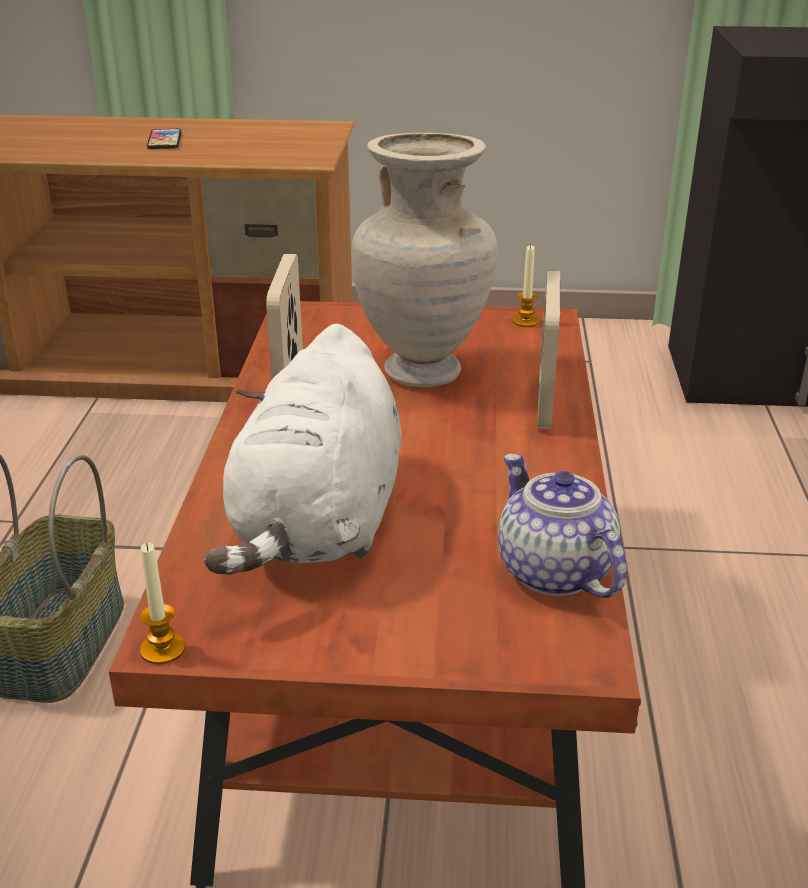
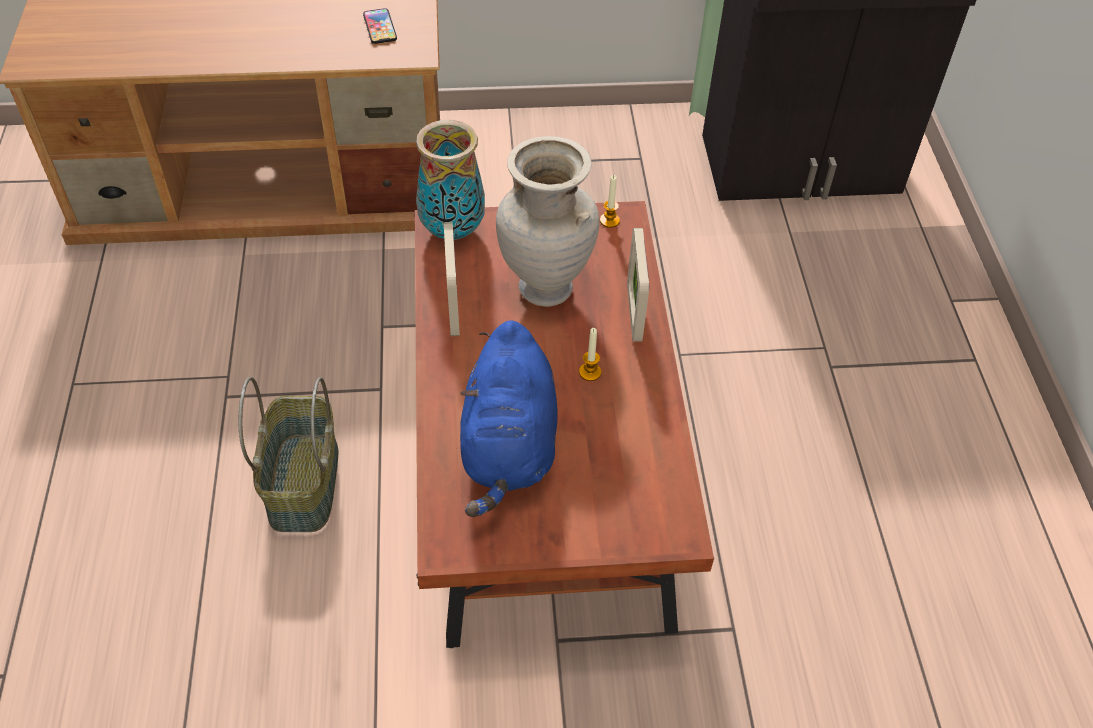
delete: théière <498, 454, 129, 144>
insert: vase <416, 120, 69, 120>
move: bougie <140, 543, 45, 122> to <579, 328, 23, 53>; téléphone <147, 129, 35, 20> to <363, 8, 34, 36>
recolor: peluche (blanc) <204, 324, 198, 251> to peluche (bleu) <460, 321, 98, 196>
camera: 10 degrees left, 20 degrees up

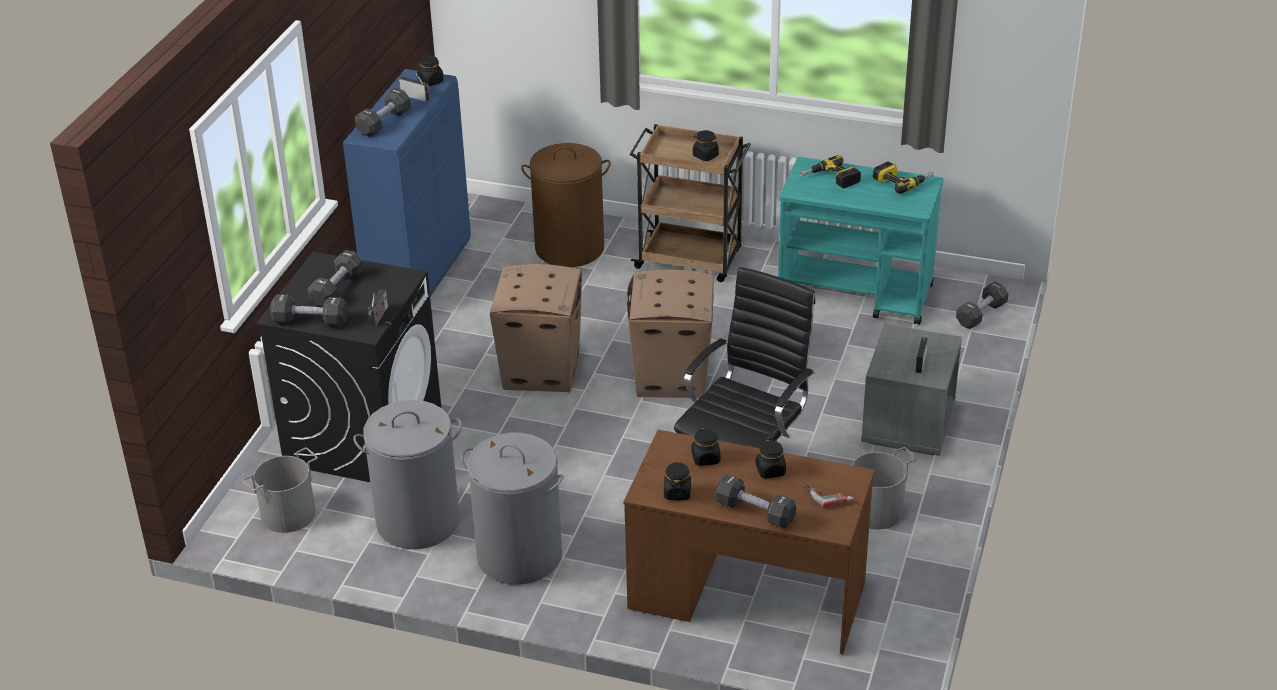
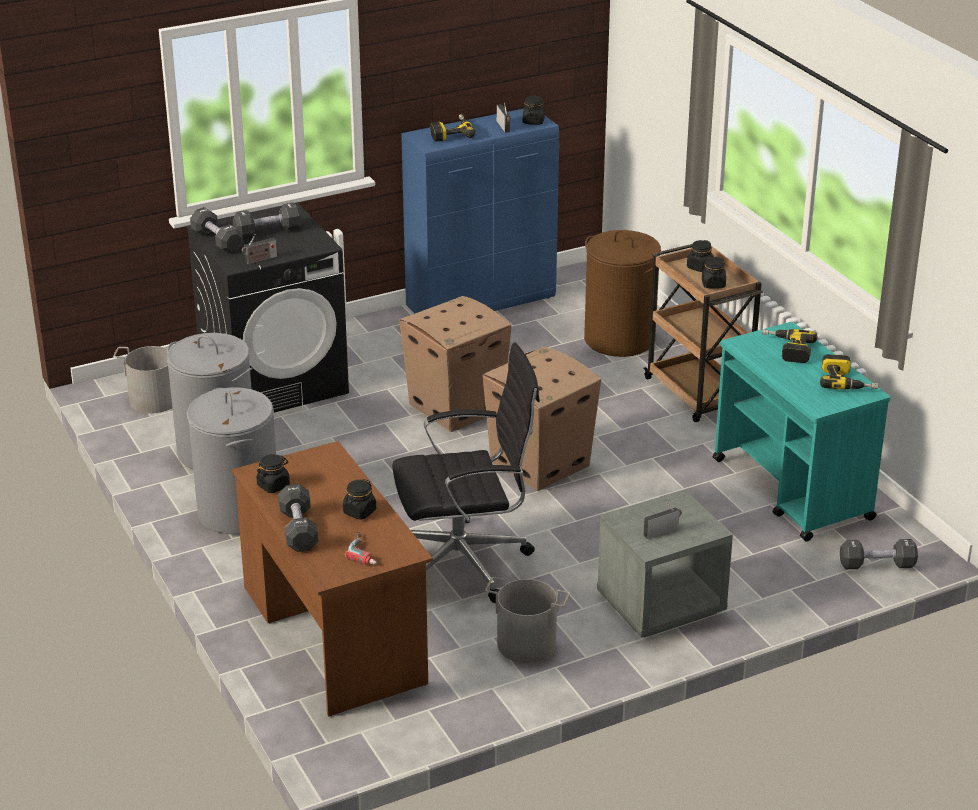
move: bocal (noir) <691, 427, 29, 39> to <687, 240, 27, 32>
replace: haltère (noir) <355, 88, 56, 49> to perceuse <430, 114, 46, 28>
camera: 45 degrees right, 5 degrees down

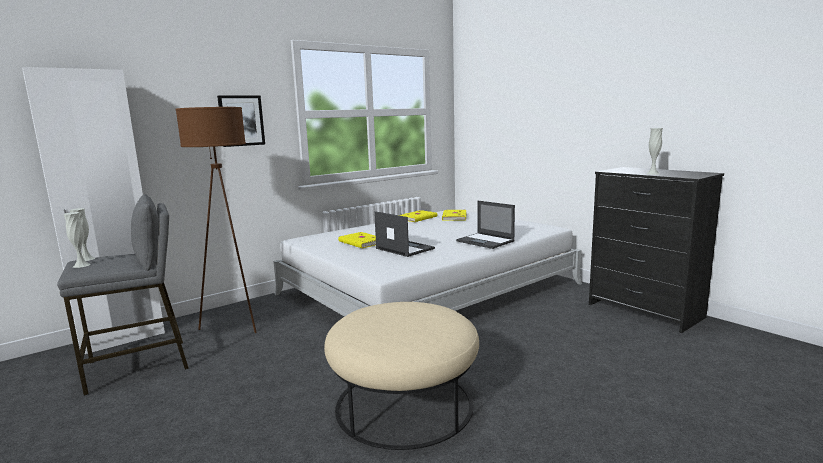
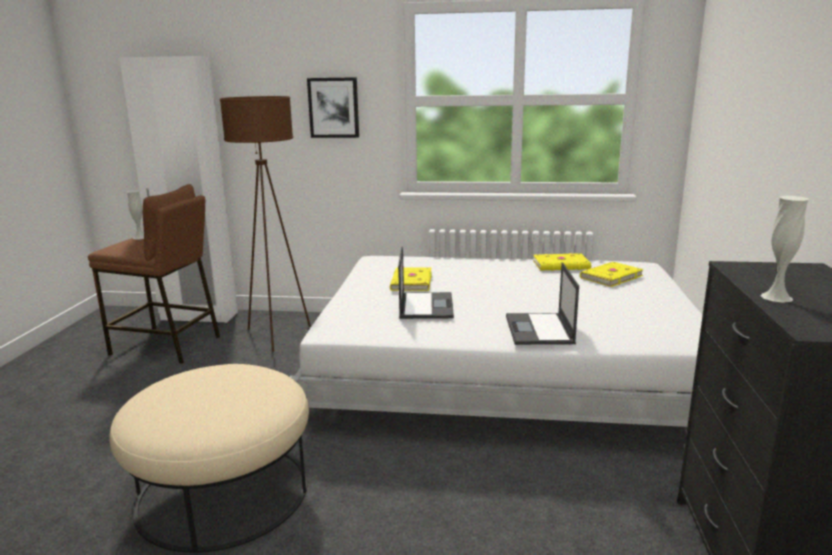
delete: vase (blanc) <63, 212, 27, 56>
recolor: tabouret (gris) <57, 194, 132, 202> to tabouret (marron) <88, 184, 132, 180>
camera: 45 degrees right, 5 degrees up

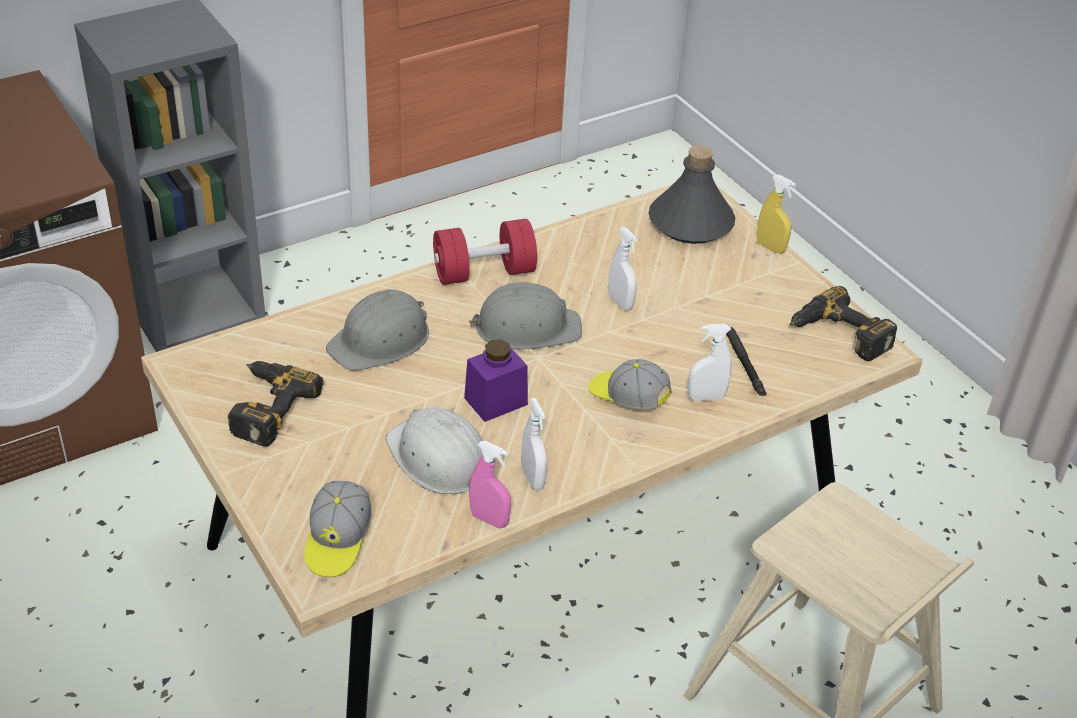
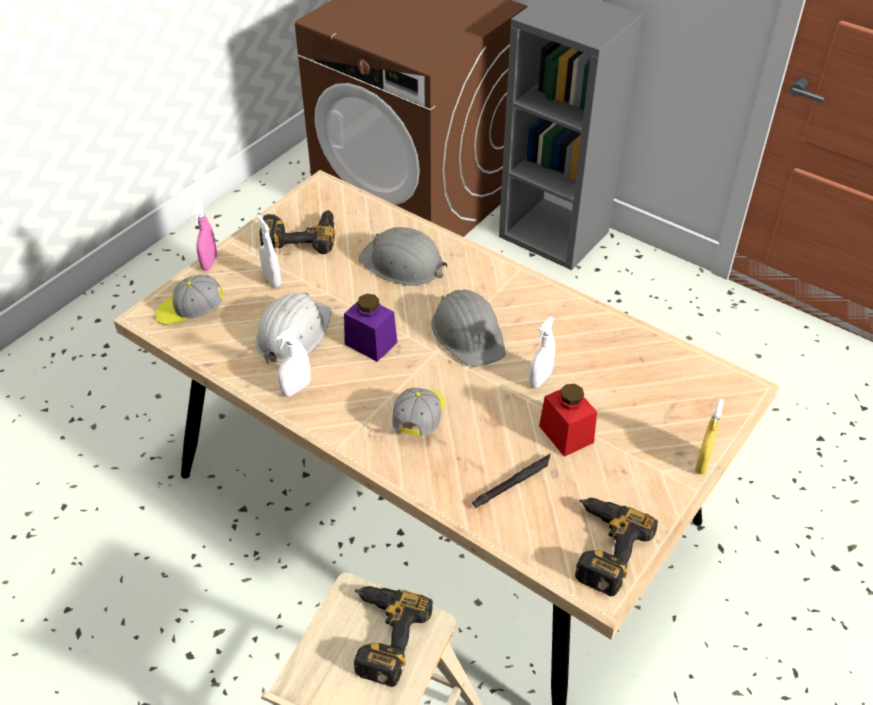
delete: haltère (rouge) <433, 219, 104, 66>; bouteille (gris) <648, 145, 87, 99>
insert: perceuse <354, 586, 79, 101>; bocal (rouge) <539, 384, 58, 73>
move: vaporisateur (rose) <469, 441, 42, 87> to <192, 201, 25, 70>; vaporisateur (blanc) <688, 324, 44, 77> to <257, 215, 24, 73>
camera: 70 degrees right, 5 degrees up

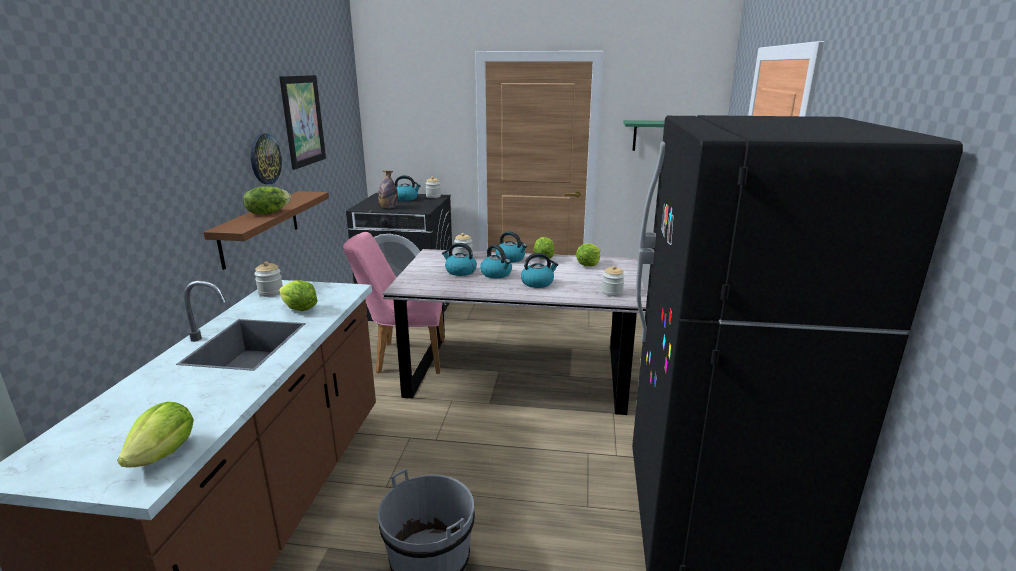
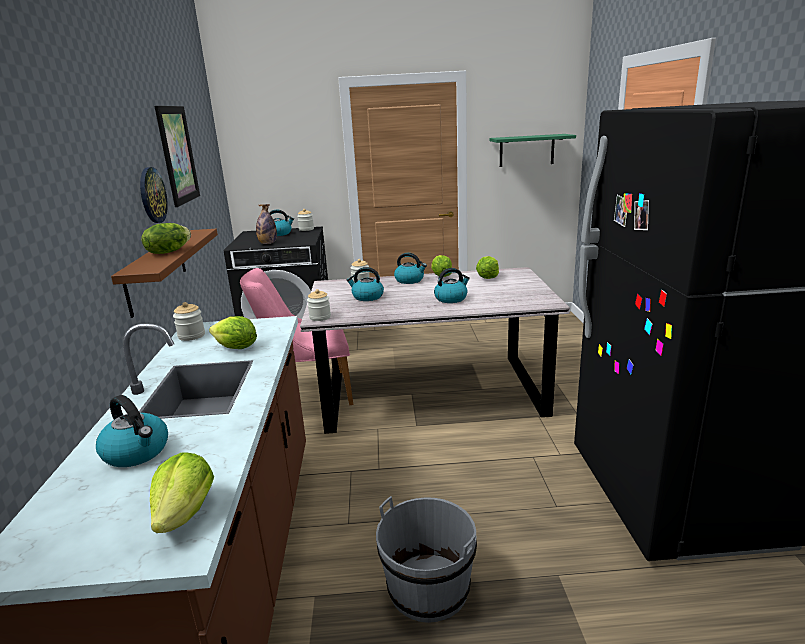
move: bouilloire <480, 245, 32, 33> to <96, 395, 72, 72>; bocal <602, 265, 23, 32> to <307, 289, 24, 32>
camera: 10 degrees left, 0 degrees up

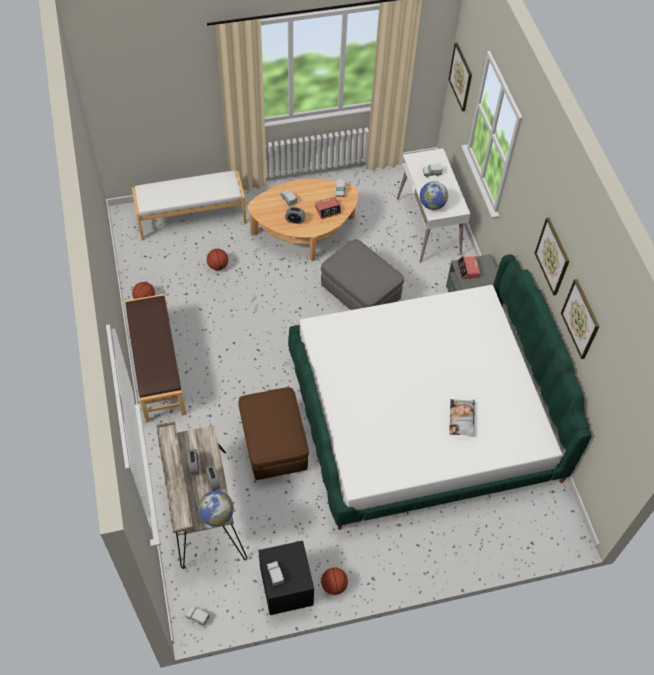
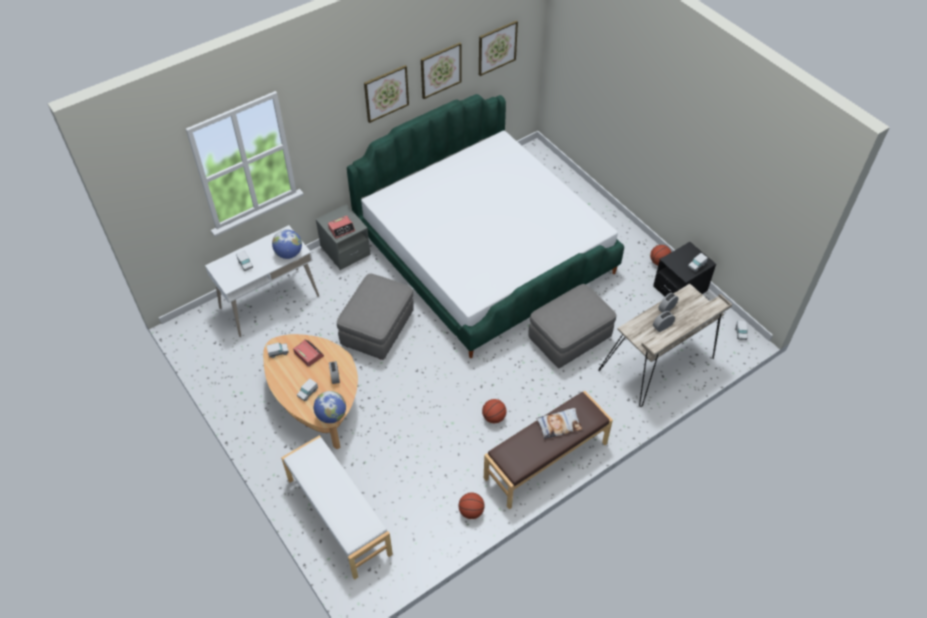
move: globe <198, 491, 36, 36> to <314, 391, 32, 32>; ballon de basket <207, 249, 21, 21> to <482, 399, 25, 24>; tableau <448, 43, 24, 69> to <479, 21, 39, 55>; coussin <449, 399, 26, 38> to <536, 408, 47, 31>
recolor: pouf (marron) <238, 387, 71, 93> to pouf (gris) <529, 284, 87, 84>
camera: 110 degrees left, 5 degrees down

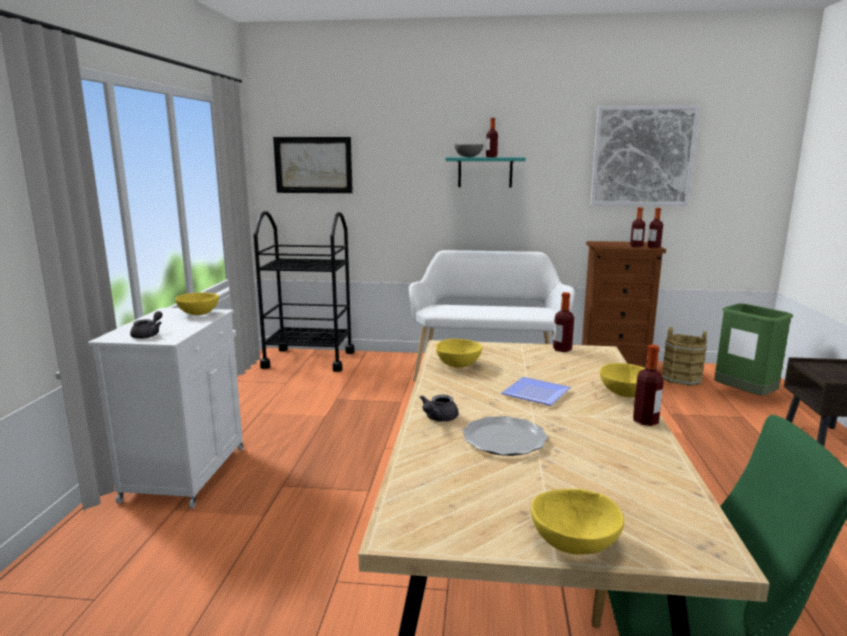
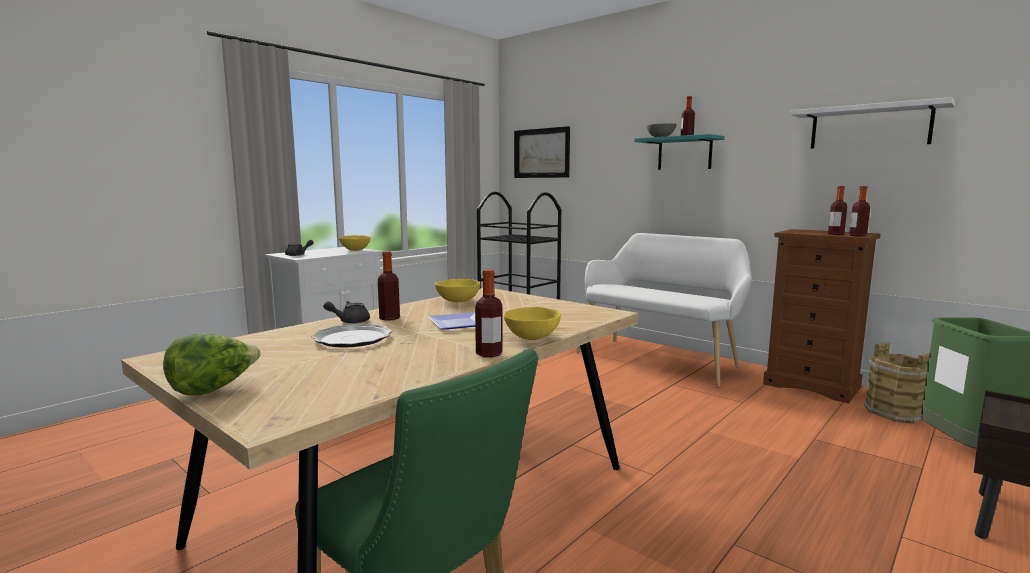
move: bouteille <553, 292, 21, 60> to <378, 251, 22, 70>
replace: bol (jaune) <531, 489, 93, 66> to laitue <163, 333, 98, 62>; tableau <590, 106, 110, 100> to étagère (blanc) <790, 97, 165, 52>
camera: 35 degrees right, 5 degrees down

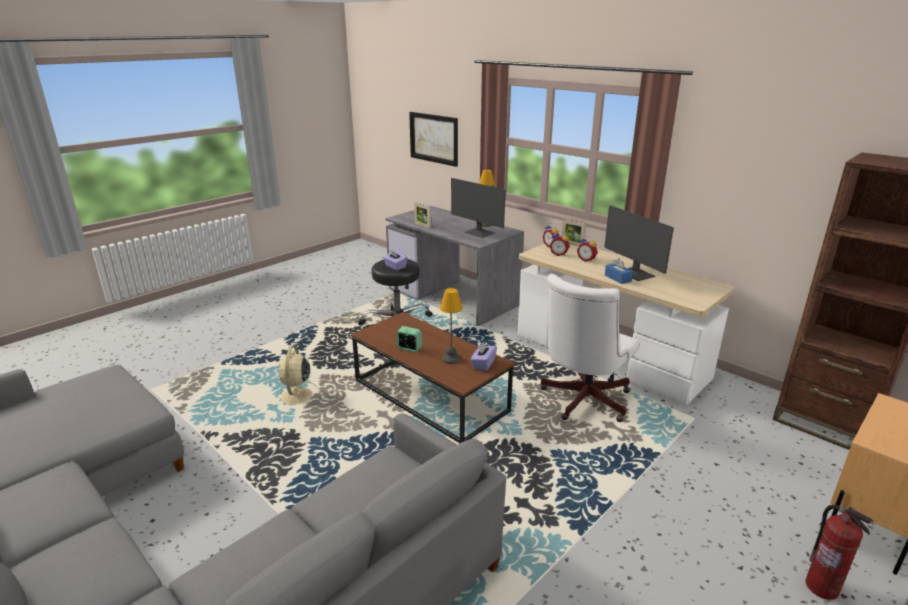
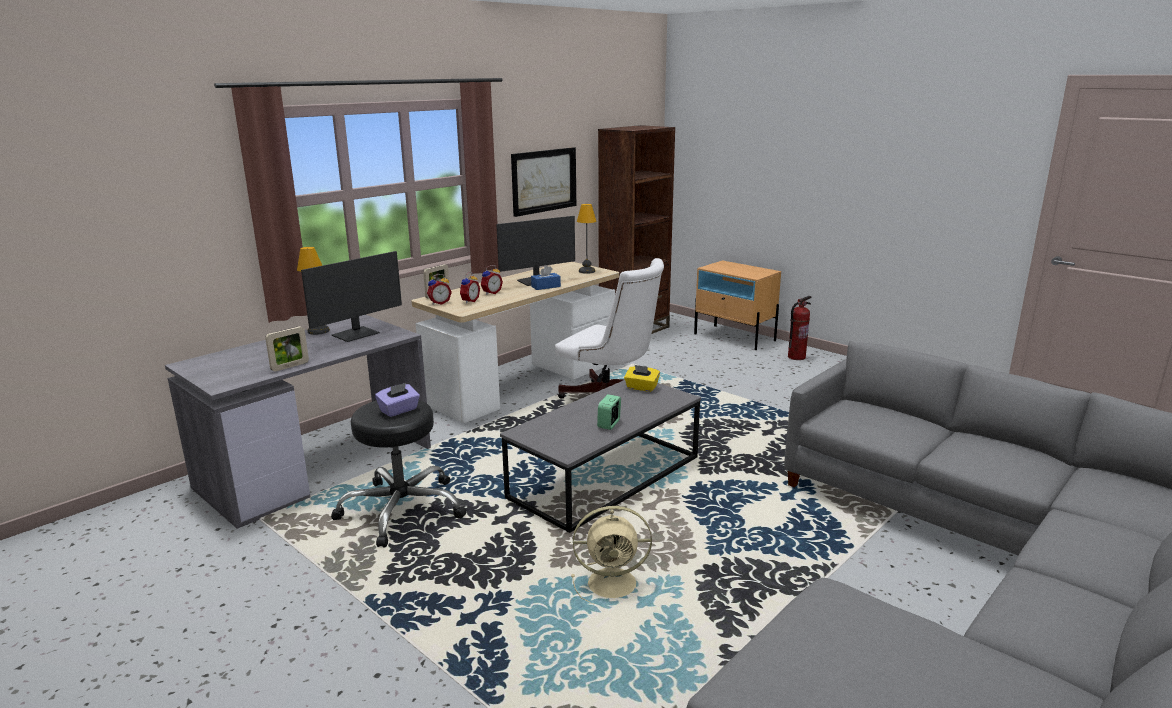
move: tableau <409, 112, 49, 55> to <511, 147, 65, 70>; lampe de table <440, 288, 23, 76> to <577, 204, 19, 70>
recolor: table basse (marron) <351, 312, 164, 131> to table basse (gris) <500, 380, 201, 153>; boîte à mouchoirs (violet) <471, 342, 26, 29> to boîte à mouchoirs (jaune) <624, 365, 36, 27>
camera: 90 degrees left, 5 degrees down

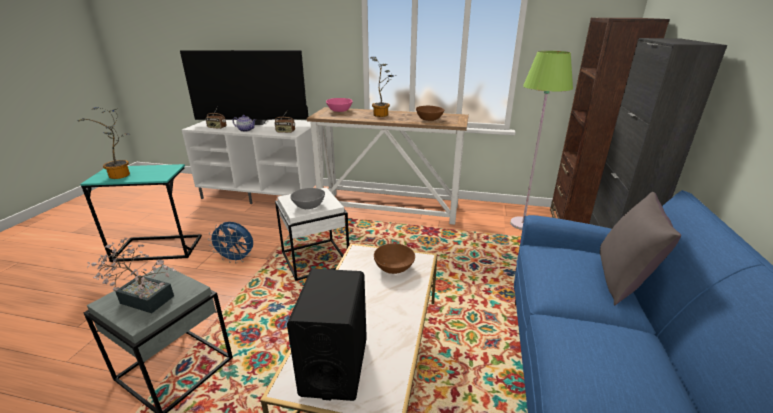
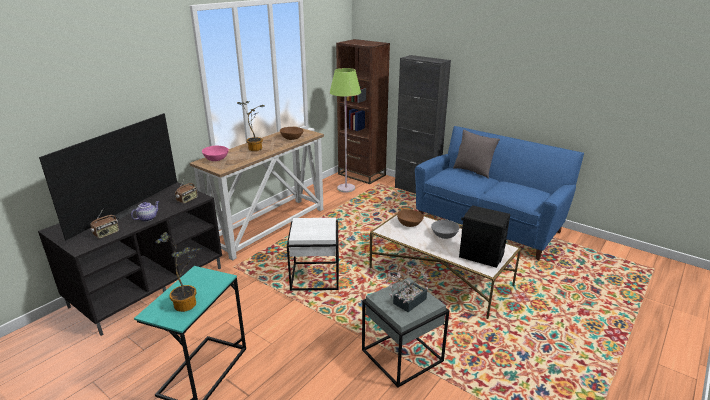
delete: ventilateur (bleu) <209, 222, 44, 42>
move: bol (gris) <290, 188, 35, 21> to <431, 220, 28, 19>
recolor: meuble télé (blanc) <182, 120, 143, 84> to meuble télé (noir) <38, 182, 184, 154>
camera: 65 degrees left, 0 degrees up

